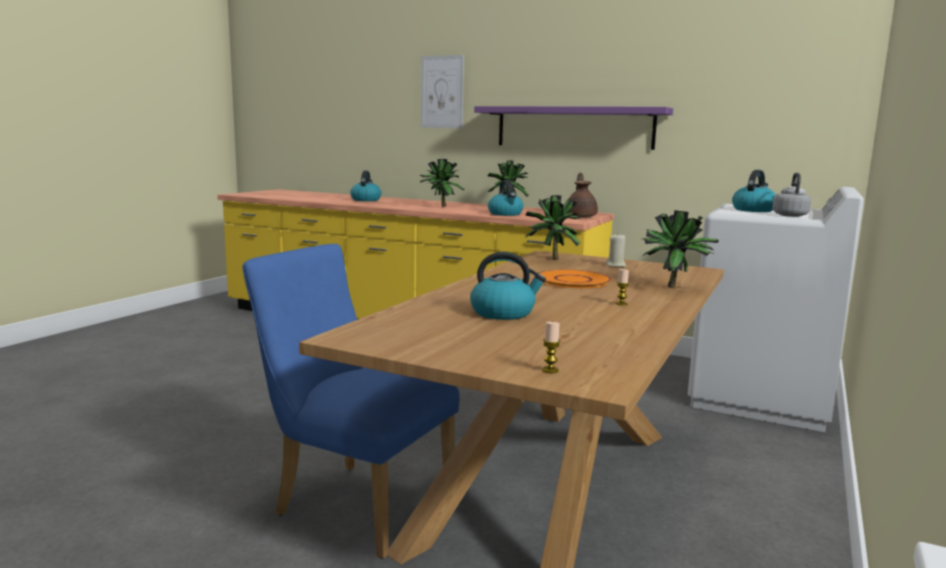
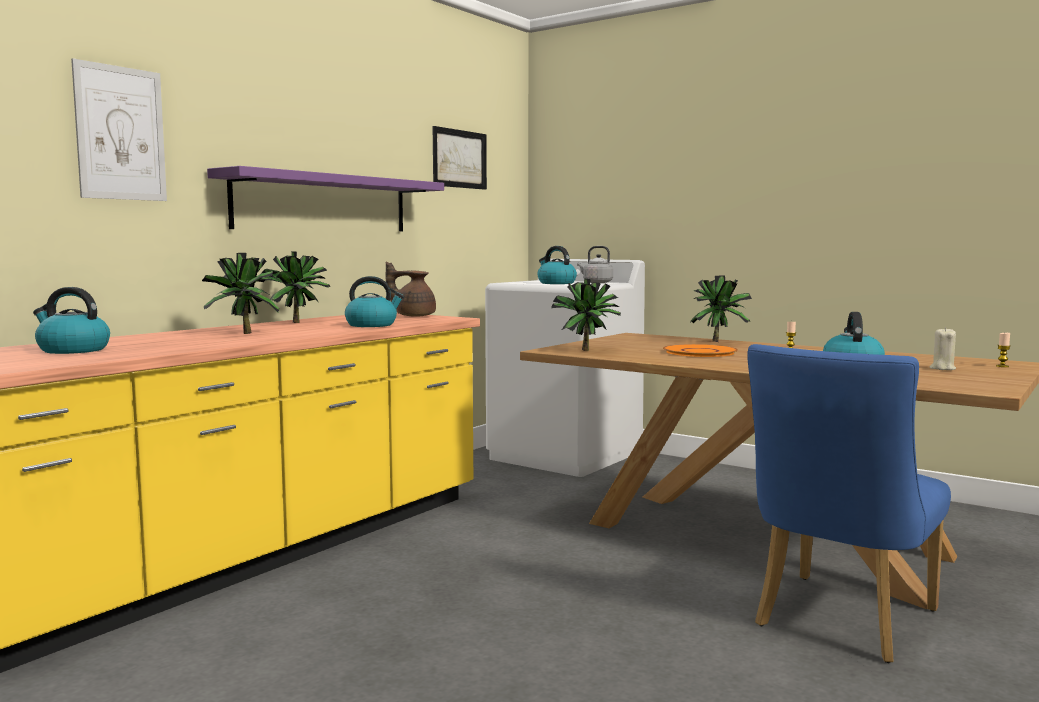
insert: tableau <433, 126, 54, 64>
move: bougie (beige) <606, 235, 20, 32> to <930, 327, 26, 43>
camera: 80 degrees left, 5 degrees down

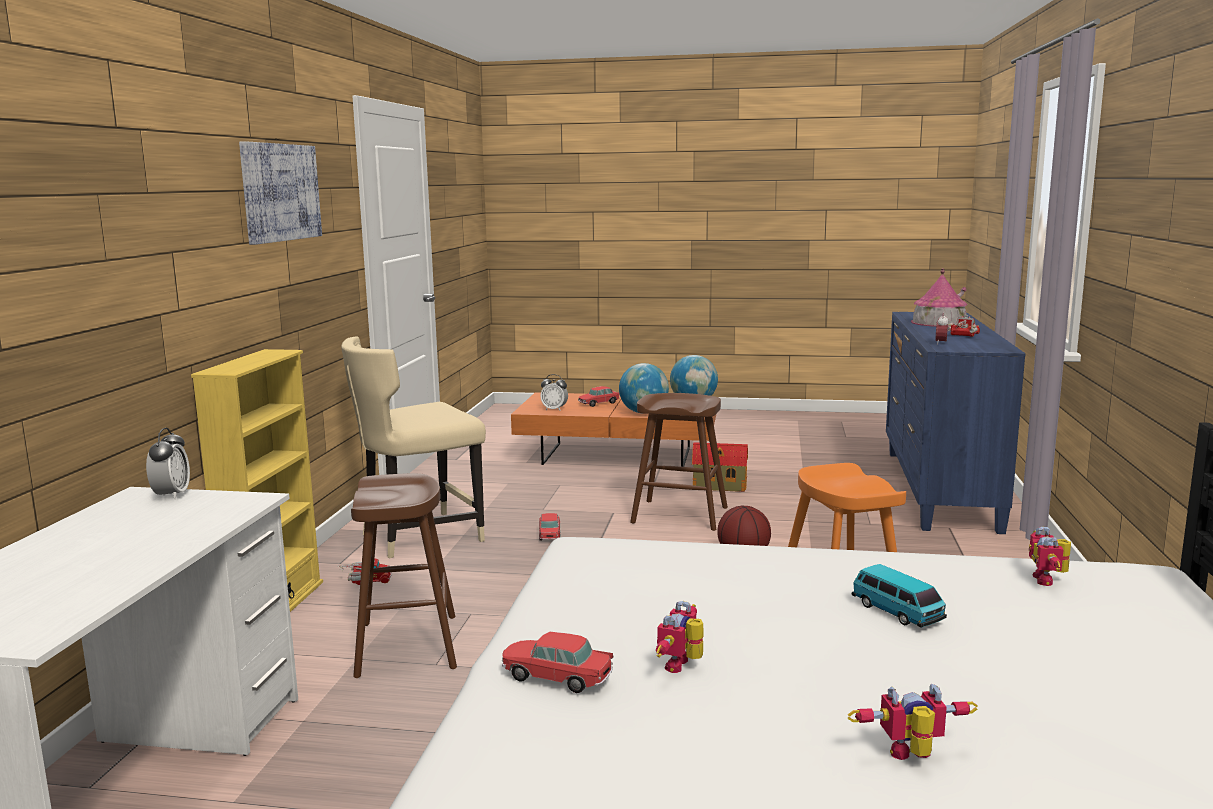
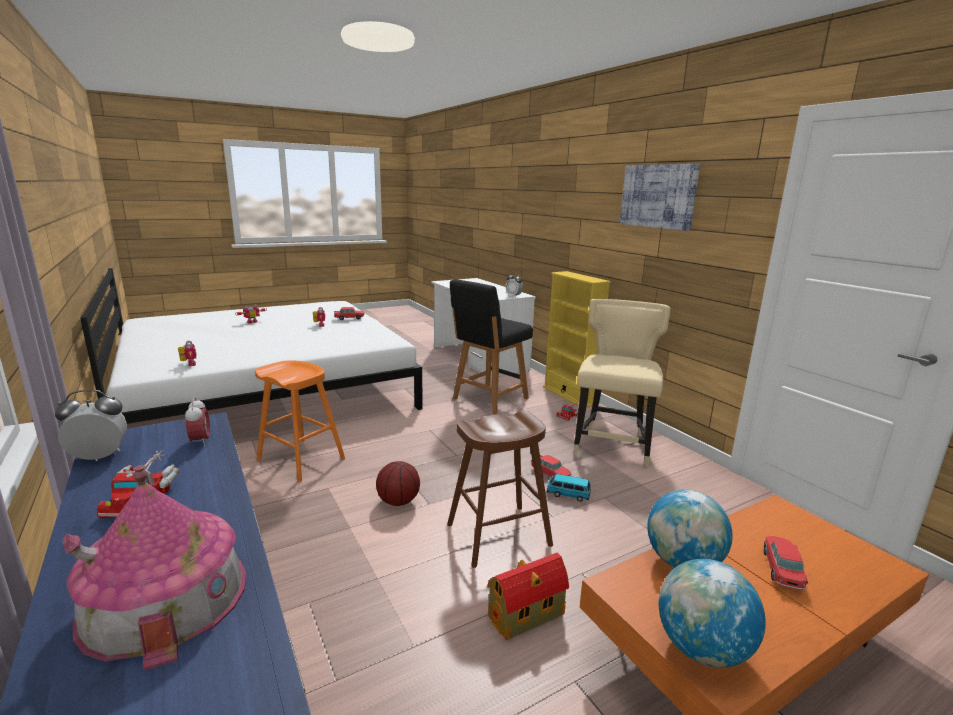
move: réveil <541, 374, 27, 37> to <55, 390, 72, 71>; petite voiture <852, 564, 95, 64> to <547, 474, 44, 27>
replace: tabouret (marron) <351, 473, 106, 205> to chaise (noir) <450, 279, 83, 135>
camera: 140 degrees right, 5 degrees up

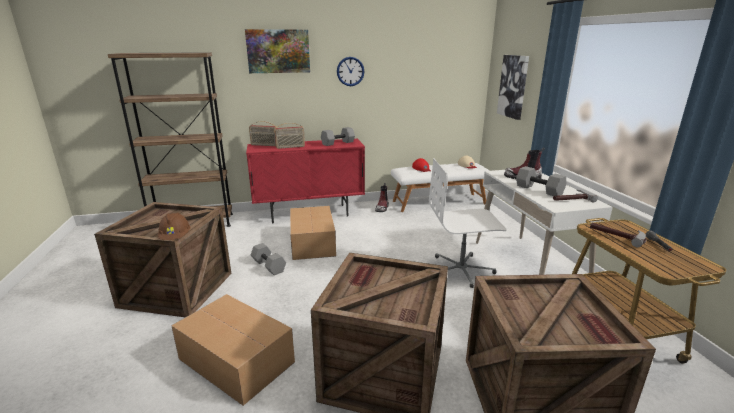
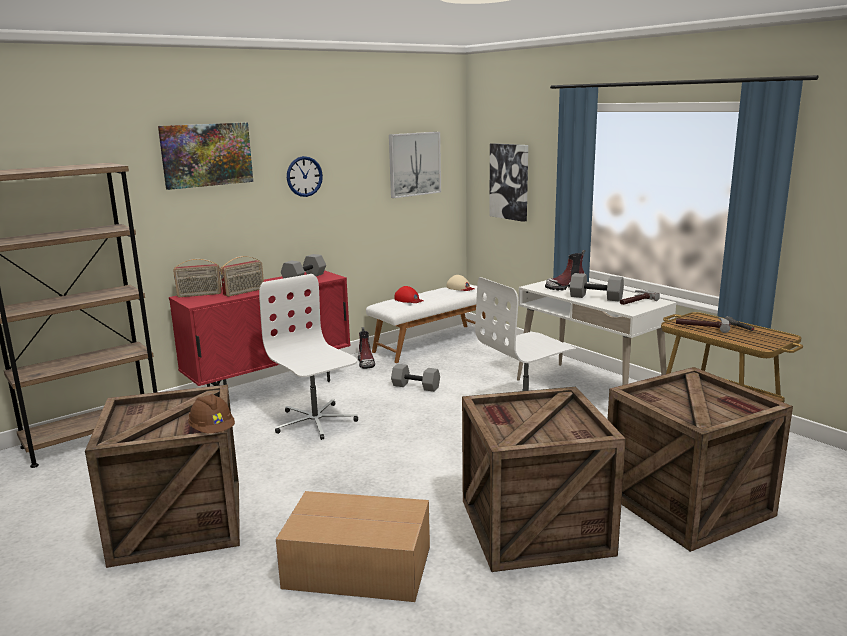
insert: tableau <389, 132, 52, 66>
move: haltère (gris) <251, 243, 35, 32> to <391, 364, 49, 28>
replace: carton <290, 206, 46, 54> to chaise de bureau (blanc) <259, 274, 99, 166>
camera: 25 degrees left, 5 degrees down

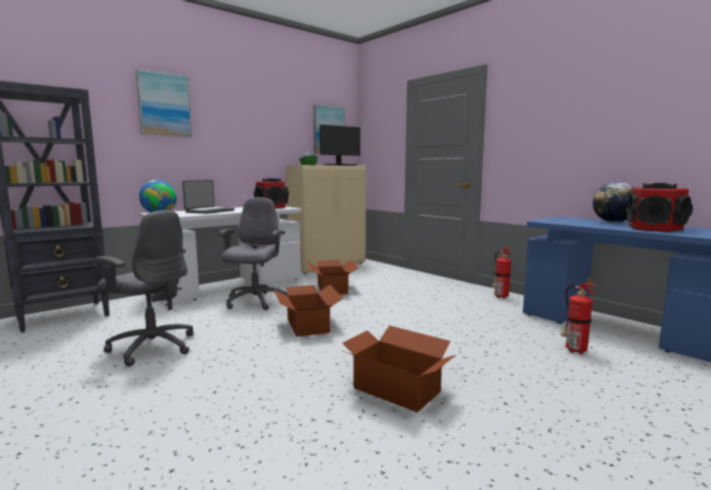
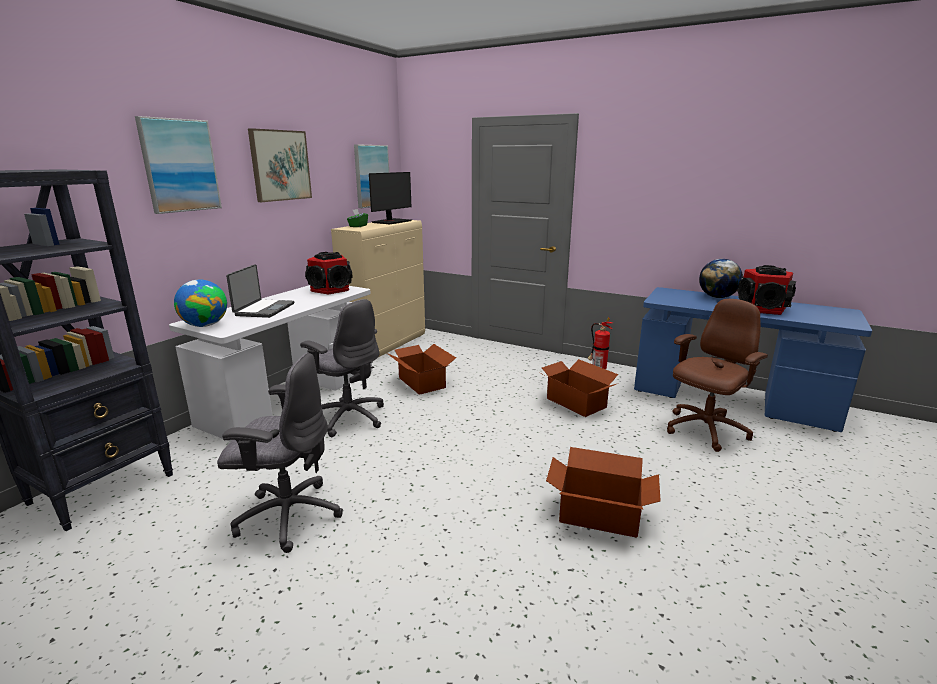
insert: tableau <248, 128, 64, 74>
move: carton <273, 285, 70, 52> to <542, 359, 76, 58>
replace: extincteur <560, 277, 36, 77> to chaise de bureau (marron) <667, 299, 101, 153>
rotate: chaise de bureau (gris) <218, 197, 70, 113> = <300, 299, 84, 138> 135 degrees clockwise
camera: 20 degrees left, 10 degrees up

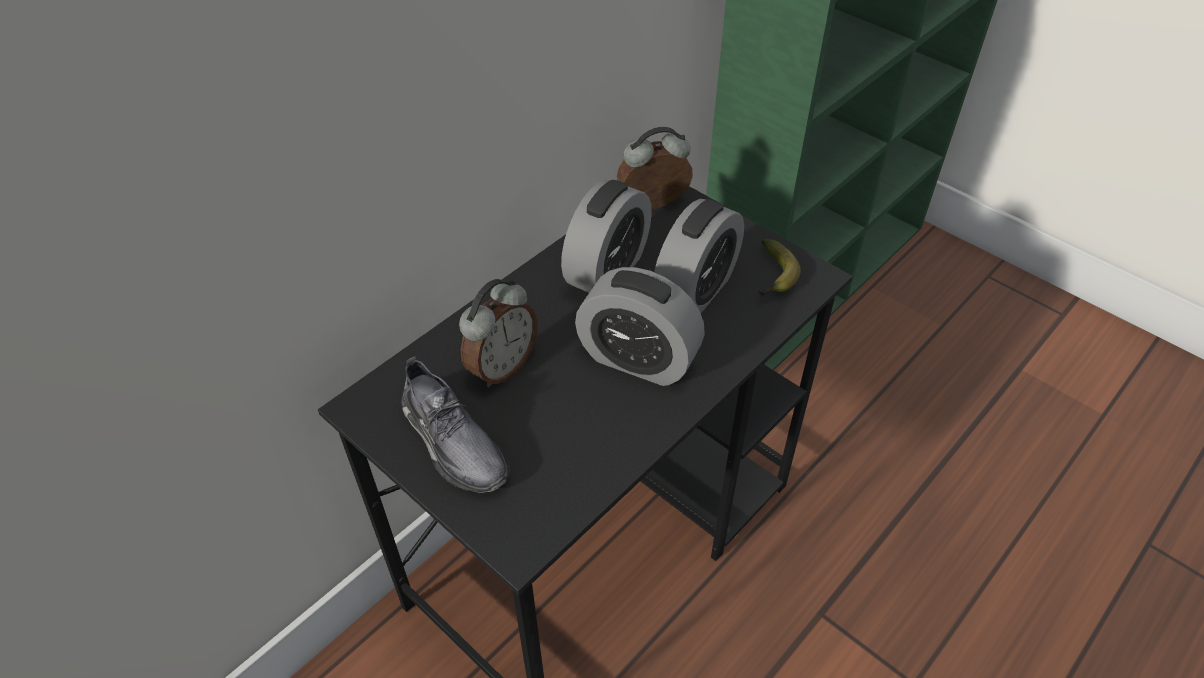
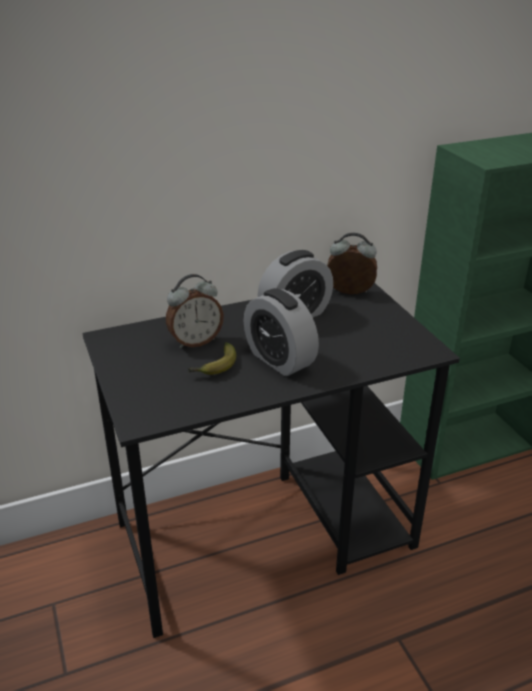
delete: chaussure (gris) <401, 356, 109, 137>; réveil <654, 199, 90, 114>
move: banane <759, 238, 42, 59> to <188, 342, 48, 33>
camera: 25 degrees right, 15 degrees down

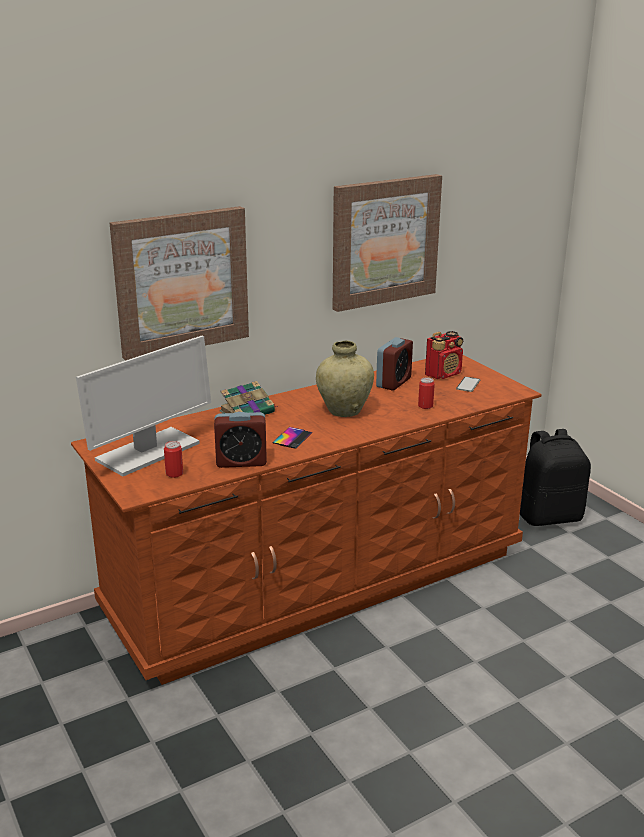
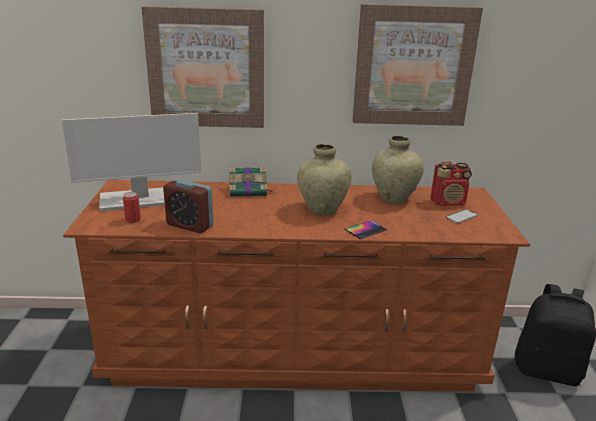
delete: boîte métallique <418, 377, 17, 32>
move: téléphone <272, 427, 40, 22> to <345, 220, 42, 19>
replace: réveil <376, 337, 37, 53> to vase (beige) <372, 136, 52, 68>
camera: 30 degrees right, 0 degrees up

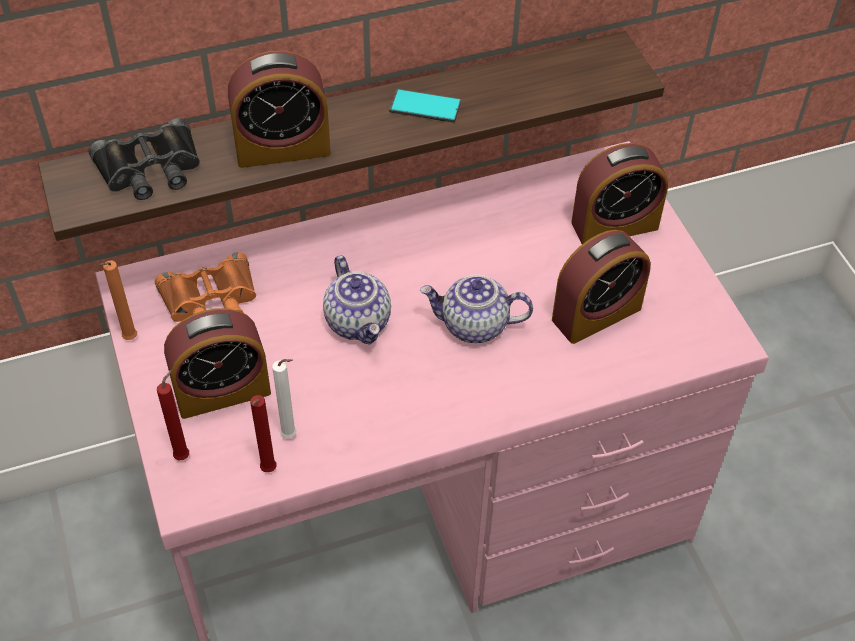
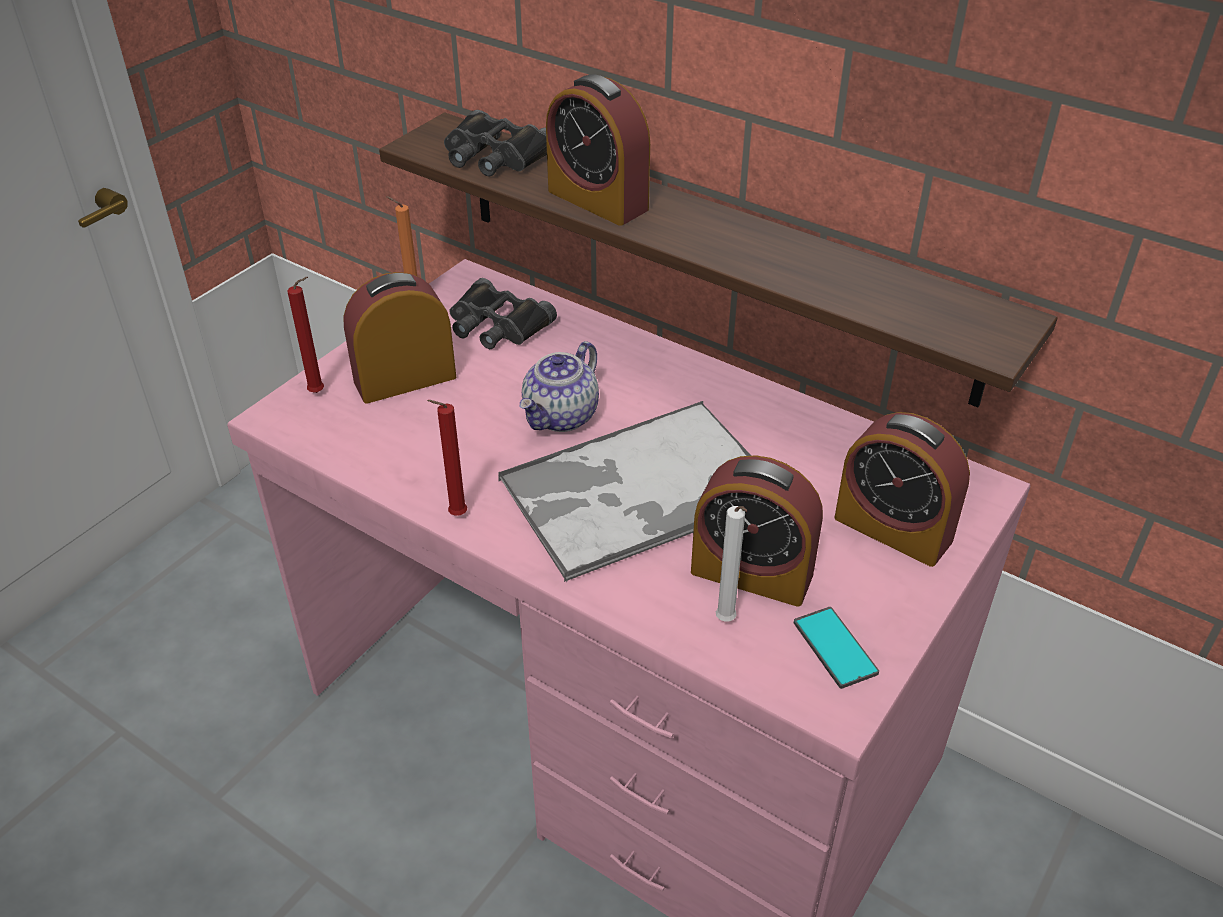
move: bougie (rouge) <250, 395, 27, 77> to <427, 400, 40, 116>; bougie (blanc) <272, 359, 25, 80> to <716, 506, 31, 116>; téléphone <389, 89, 72, 34> to <794, 607, 85, 82>
replace: théière <420, 275, 113, 68> to plateau <498, 401, 253, 181>
recolor: jumelles (orange) <155, 252, 101, 70> to jumelles (noir) <449, 278, 108, 71>
rotate: réveil <164, 308, 107, 111> = <343, 272, 113, 132> 120 degrees clockwise
camera: 55 degrees right, 10 degrees down

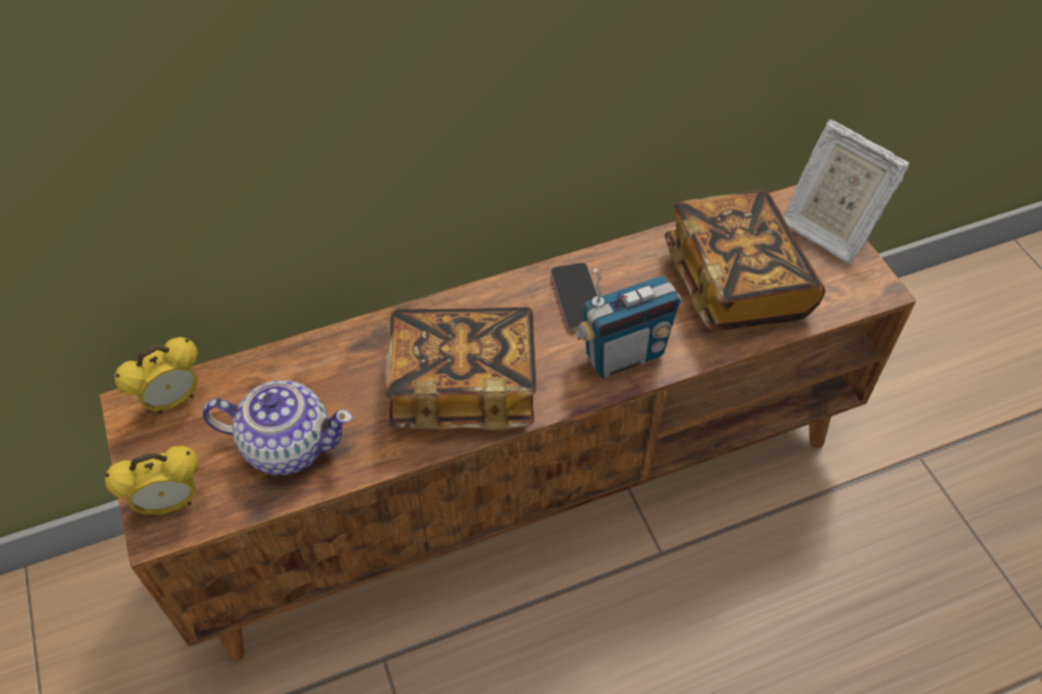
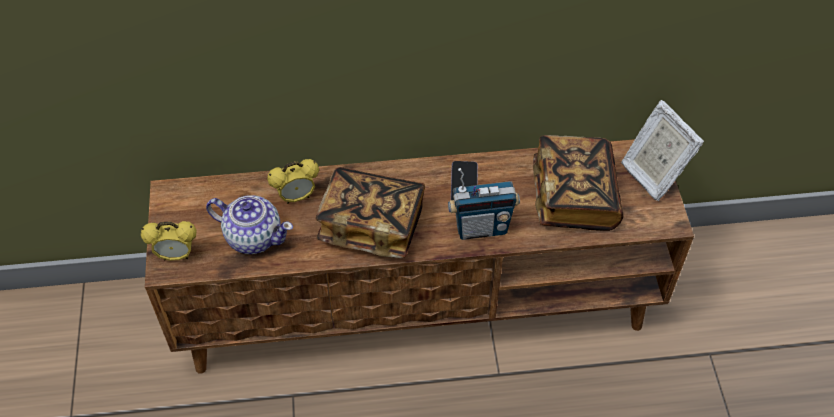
move: réveil <115, 337, 83, 77> to <267, 159, 52, 45>
camera: 15 degrees right, 0 degrees up

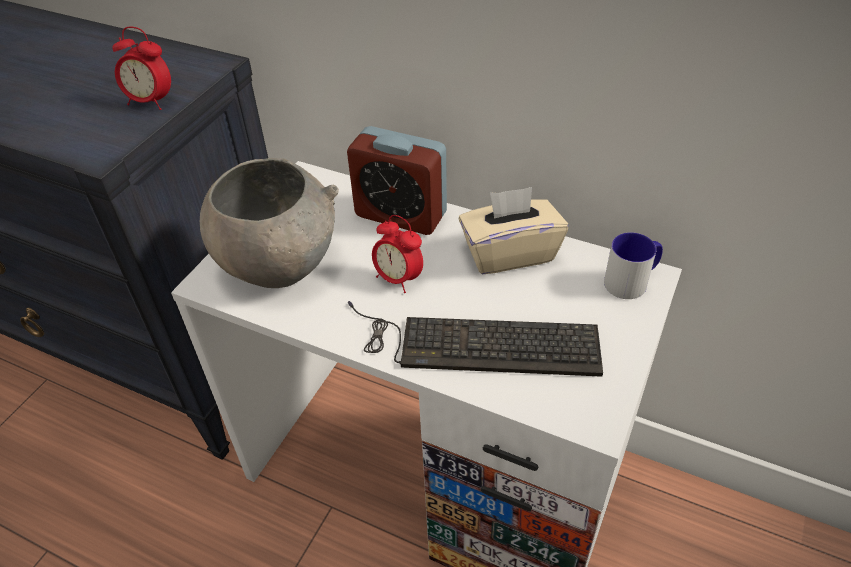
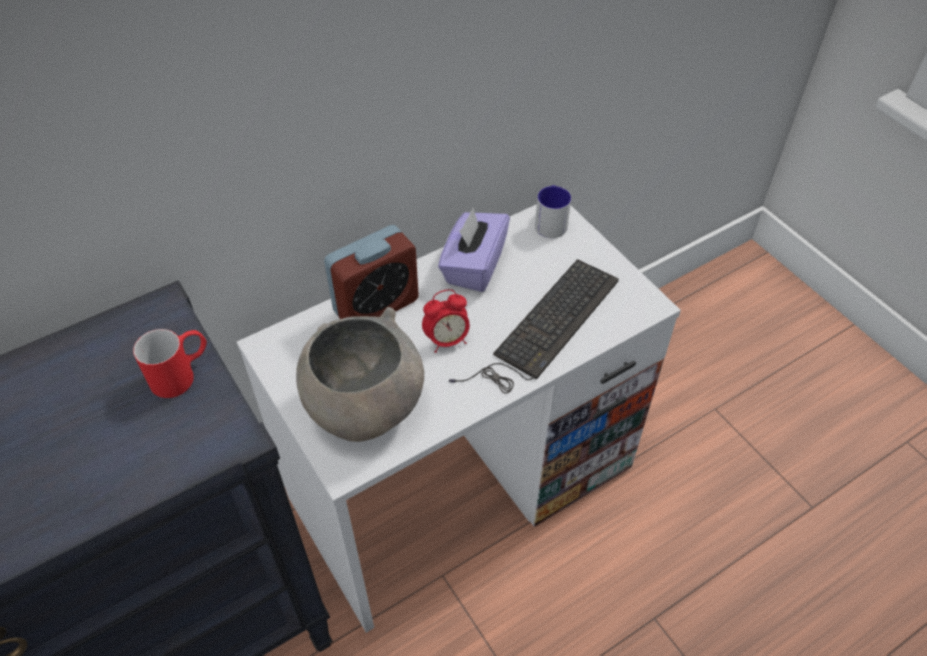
replace: réveil <112, 27, 59, 83> to mug (rouge) <133, 329, 74, 69>
recolor: boîte à mouchoirs (beige) <459, 187, 109, 87> to boîte à mouchoirs (violet) <438, 208, 72, 84>
camera: 60 degrees left, 5 degrees up

